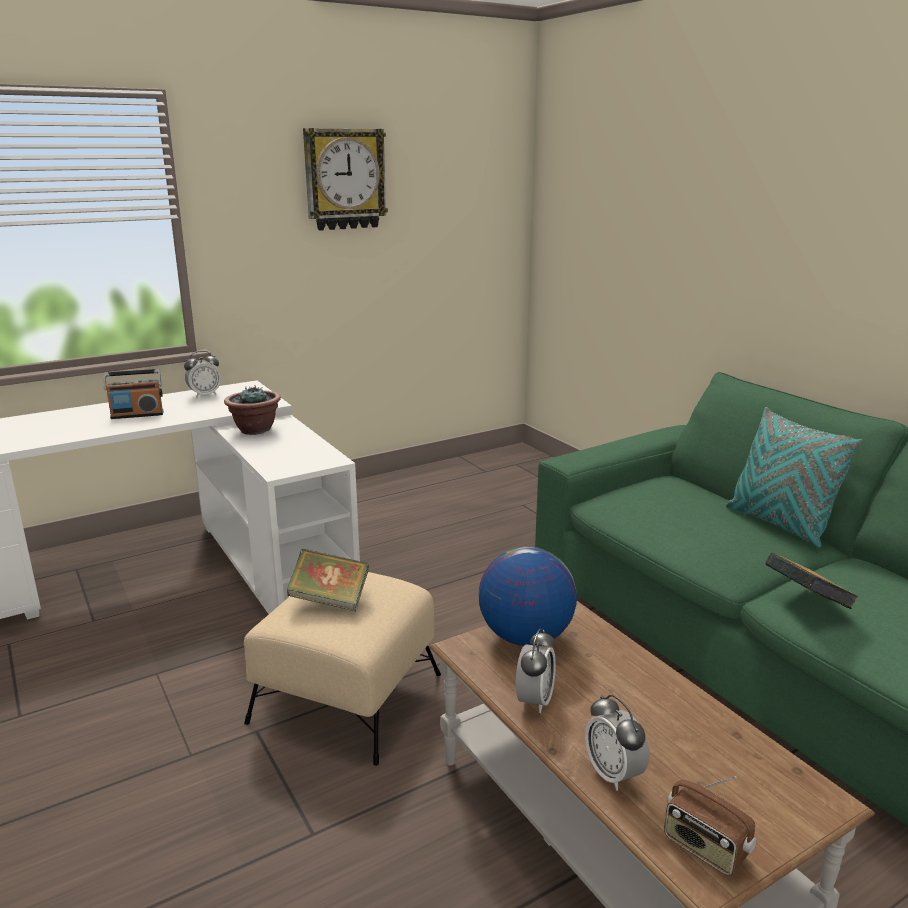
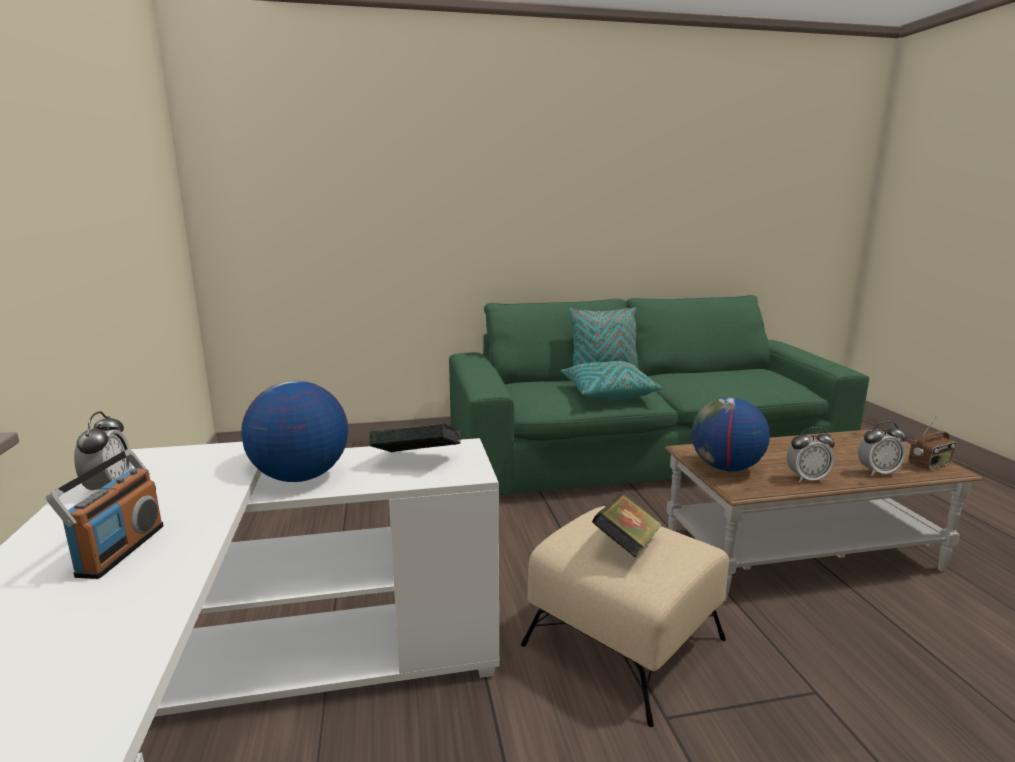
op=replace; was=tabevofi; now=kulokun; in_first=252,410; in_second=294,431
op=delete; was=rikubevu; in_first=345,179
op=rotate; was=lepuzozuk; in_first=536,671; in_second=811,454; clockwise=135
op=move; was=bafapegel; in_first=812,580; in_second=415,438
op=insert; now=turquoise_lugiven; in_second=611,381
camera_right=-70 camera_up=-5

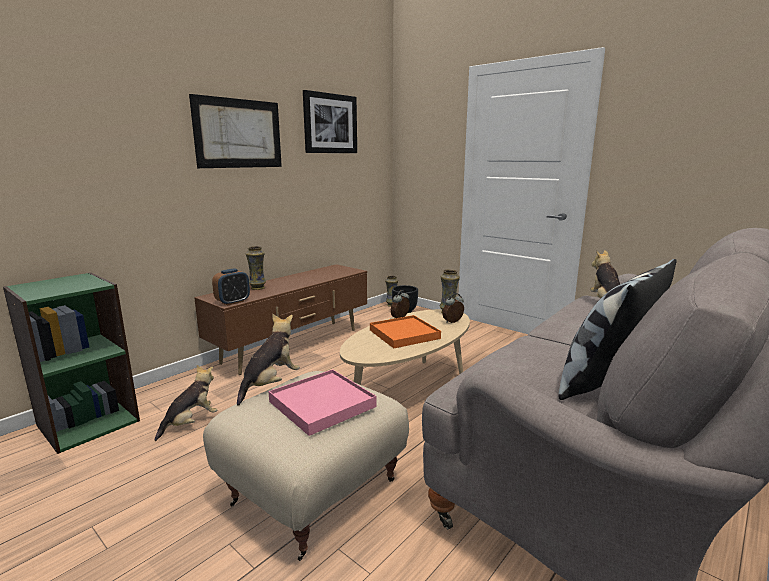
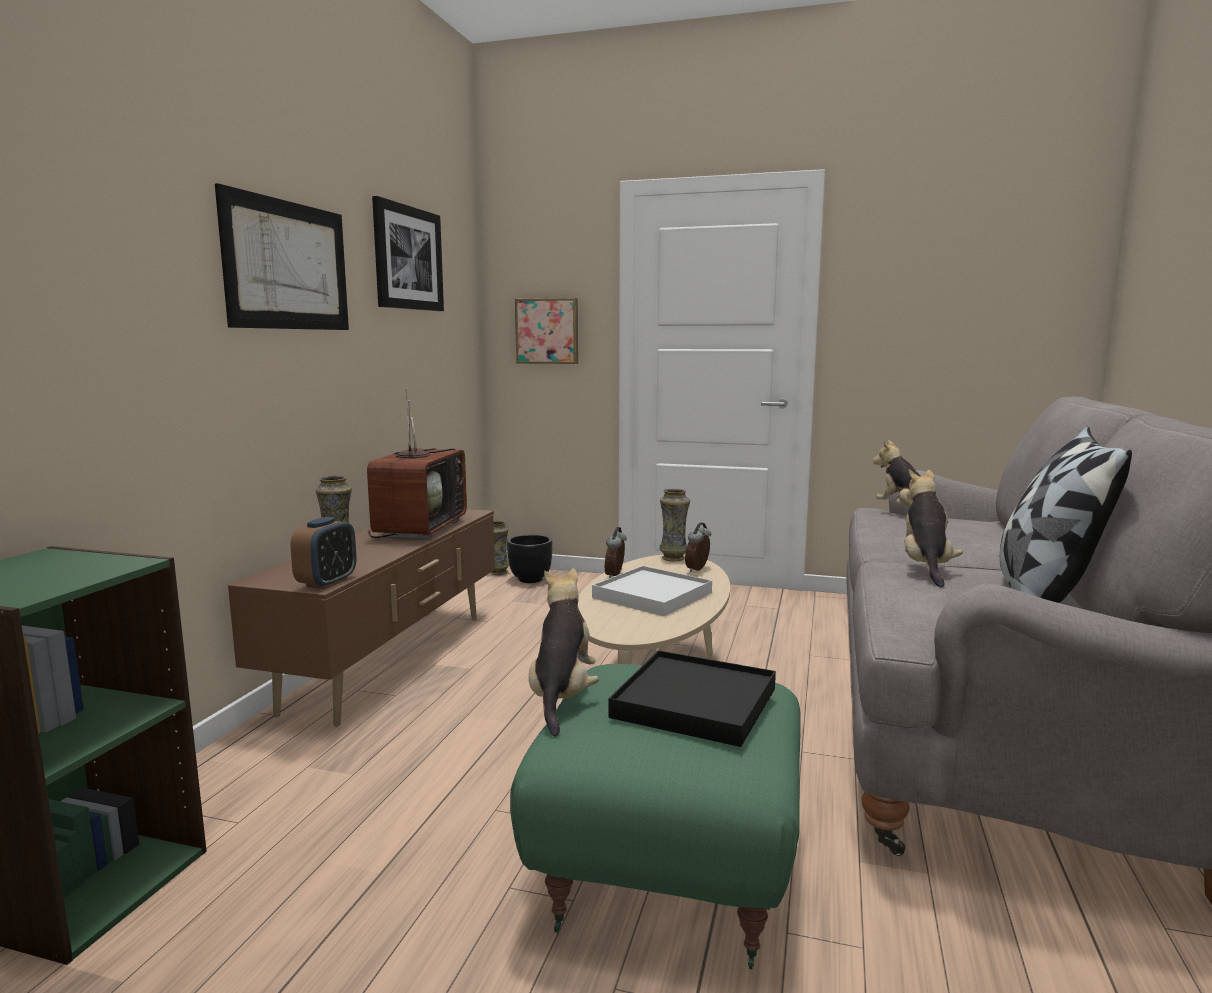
op=move; was=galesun; in_first=186,403; in_second=933,528
op=recolor; was=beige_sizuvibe; now=green_sizuvibe; in_first=306,466; in_second=655,816
op=recolor; was=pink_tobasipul; now=black_tobasipul; in_first=322,402; in_second=692,698
op=recolor; was=orange_tobasipul; now=white_tobasipul; in_first=405,331; in_second=652,591
op=insert; now=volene; in_second=417,463
op=insert; now=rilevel; in_second=546,331
camera_right=-25 camera_up=-5

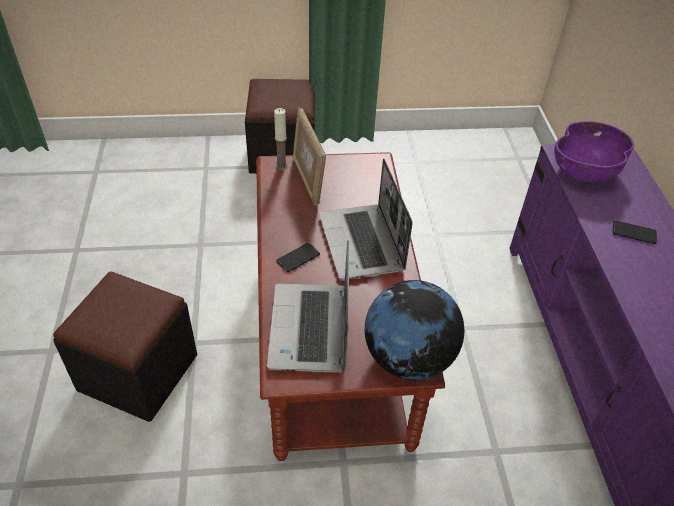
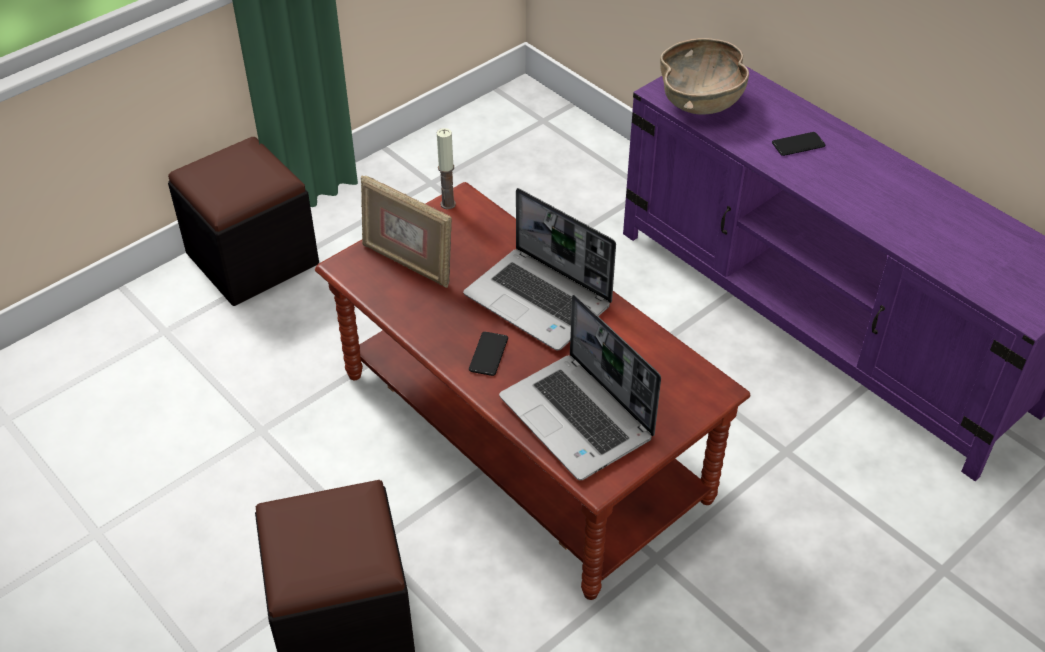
op=move; was=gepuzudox; in_first=280,139; in_second=446,168
op=delete; was=kulokun; in_first=414,330
op=recolor; was=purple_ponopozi; now=brown_ponopozi; in_first=594,151; in_second=704,76
camera_right=-35 camera_up=0

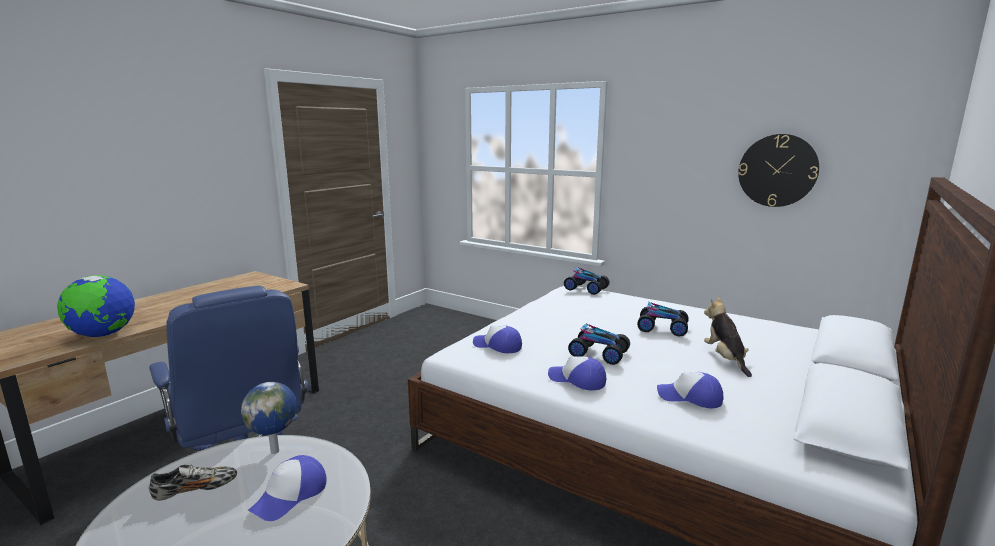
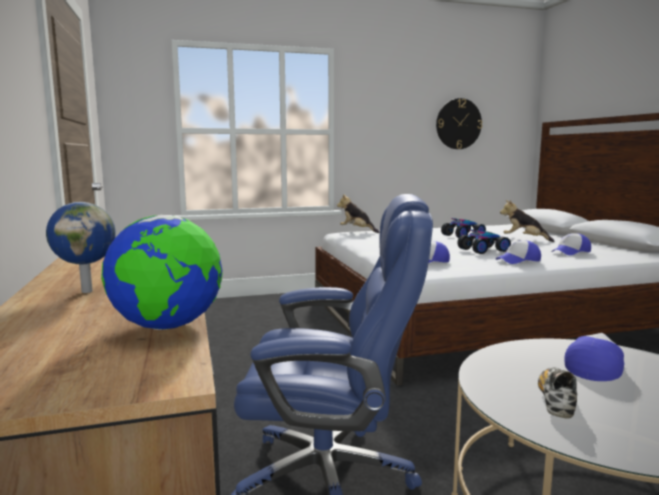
op=move; was=kulokun; in_first=269,418; in_second=81,247
op=rotate; was=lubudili; in_first=287,488; in_second=594,357; clockwise=-120
op=replace; was=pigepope; now=galesun; in_first=587,281; in_second=358,213
camera_right=-50 camera_up=-5

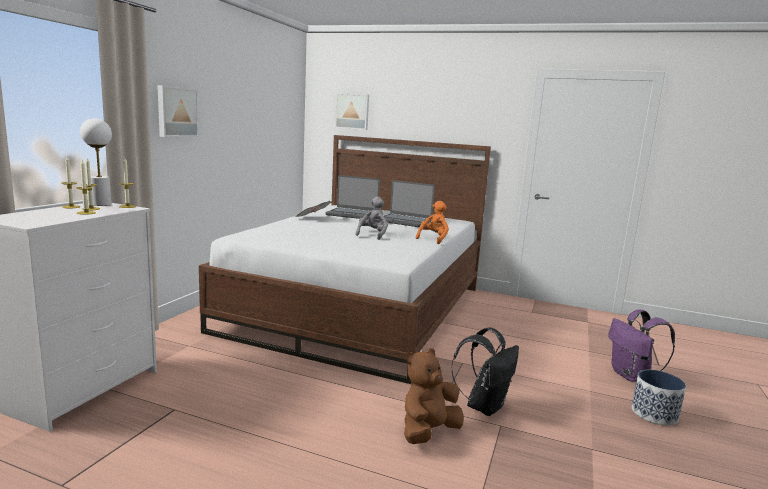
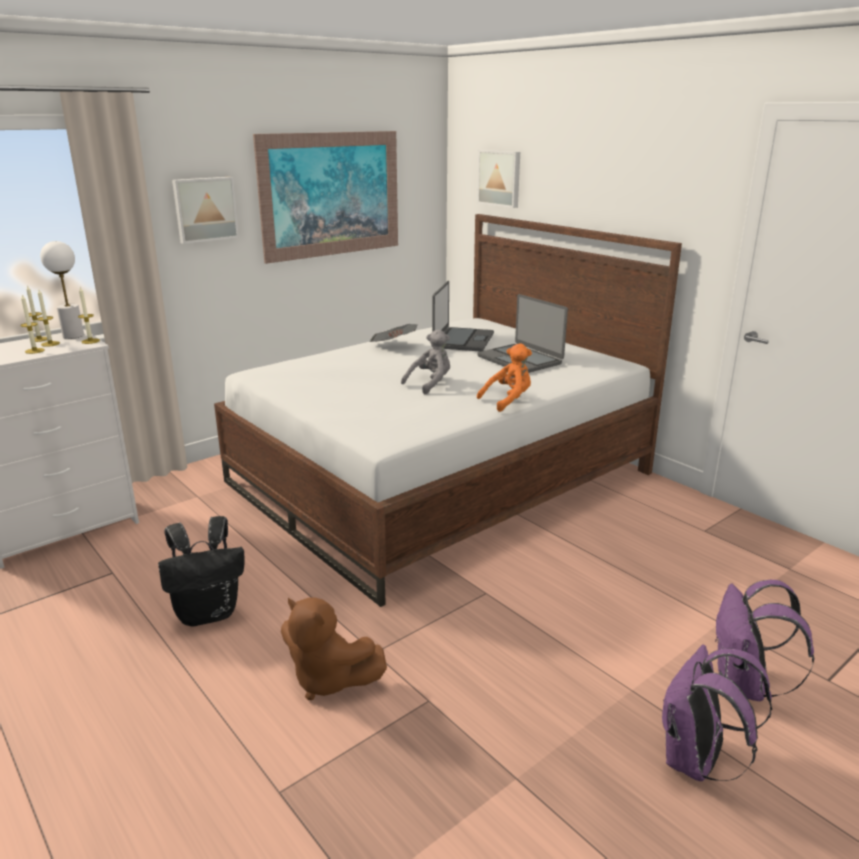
op=rotate; was=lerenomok; in_first=352,197; in_second=463,316; clockwise=-120
op=rotate; was=brown_galesun; in_first=434,396; in_second=334,648; clockwise=-135
op=move; was=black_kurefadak; in_first=485,371; in_second=201,571
op=replace; was=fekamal; now=purple_kurefadak; in_first=659,397; in_second=717,712
op=insert; now=rilevel; in_second=325,197
camera_right=30 camera_up=10

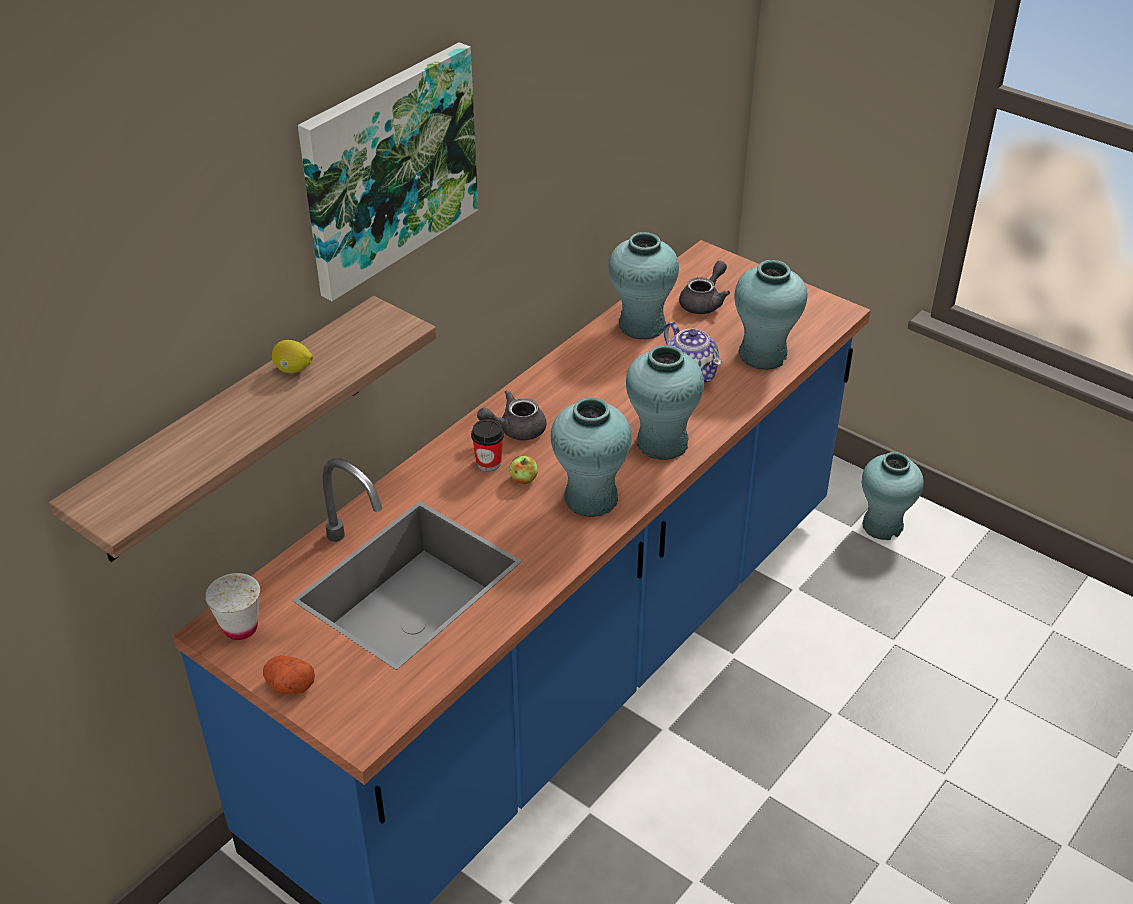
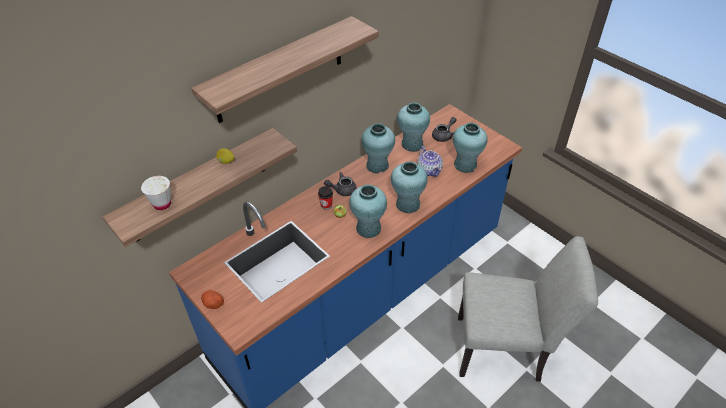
op=move; was=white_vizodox; in_first=232,606; in_second=156,193
op=replace; was=rilevel; now=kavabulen; in_first=388,171; in_second=285,69
op=move; was=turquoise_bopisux; in_first=893,496; in_second=378,148
op=insert; now=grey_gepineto; in_second=528,309
camera_right=10 camera_up=5

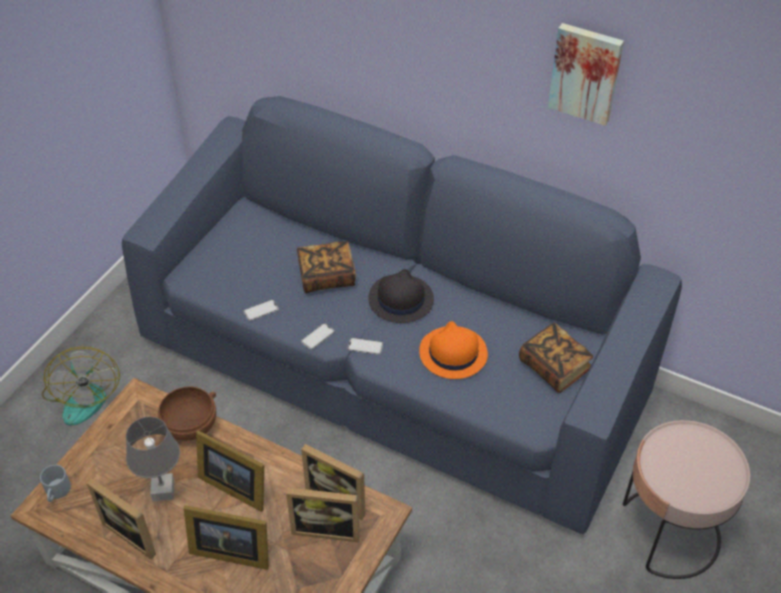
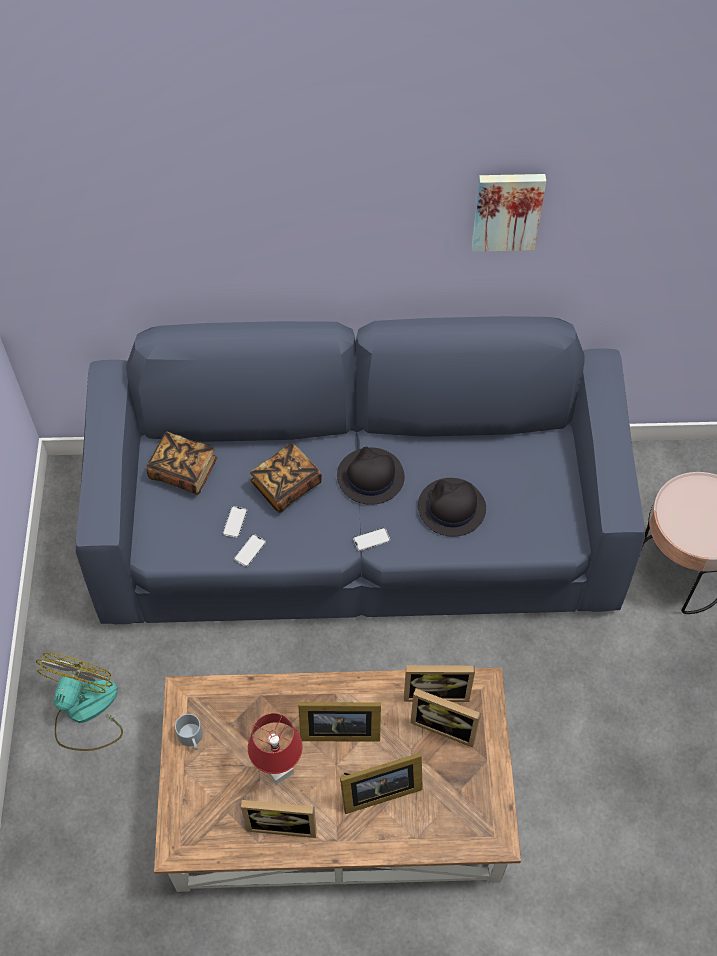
op=move; was=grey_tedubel; in_first=55,483; in_second=189,732
op=rotate; was=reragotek; in_first=81,386; in_second=79,702; clockwise=-120
op=recolor; was=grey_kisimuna; now=red_kisimuna; in_first=153,459; in_second=275,749
op=delete; was=brown_ponopozi; in_first=187,413
op=rotate; was=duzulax; in_first=323,514; in_second=446,718; clockwise=45
op=move; was=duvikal; in_first=318,336; in_second=235,522
op=recolor; was=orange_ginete; now=black_ginete; in_first=453,350; in_second=452,507
op=move; was=bafapegel; in_first=556,358; in_second=182,463
camera_right=-30 camera_up=10

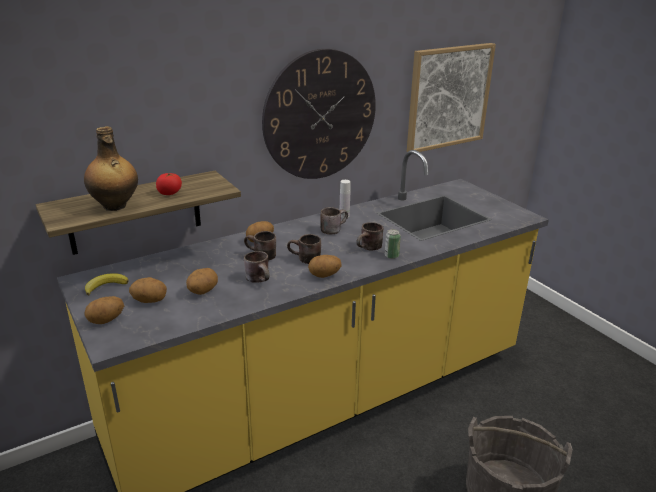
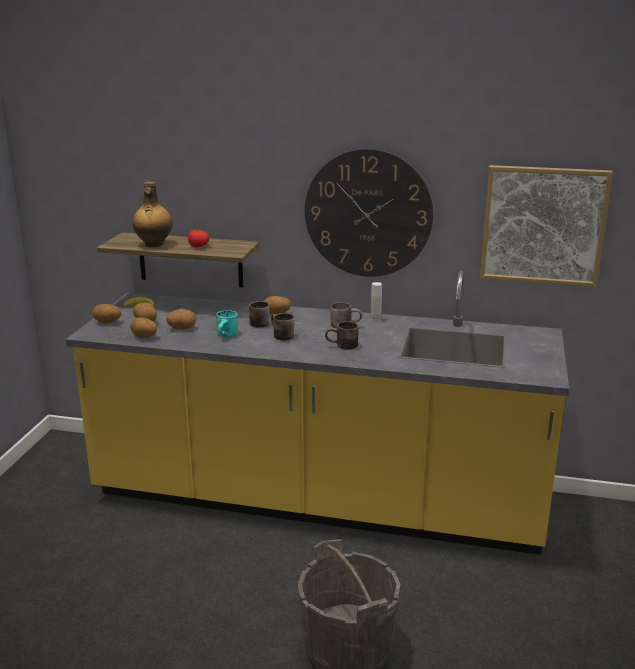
op=recolor; was=brown_tedubel; now=turquoise_tedubel; in_first=256,267; in_second=227,323
op=move; was=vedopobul; in_first=325,266; in_second=143,327
op=delete; was=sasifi; in_first=393,244
camera_right=45 camera_up=-5

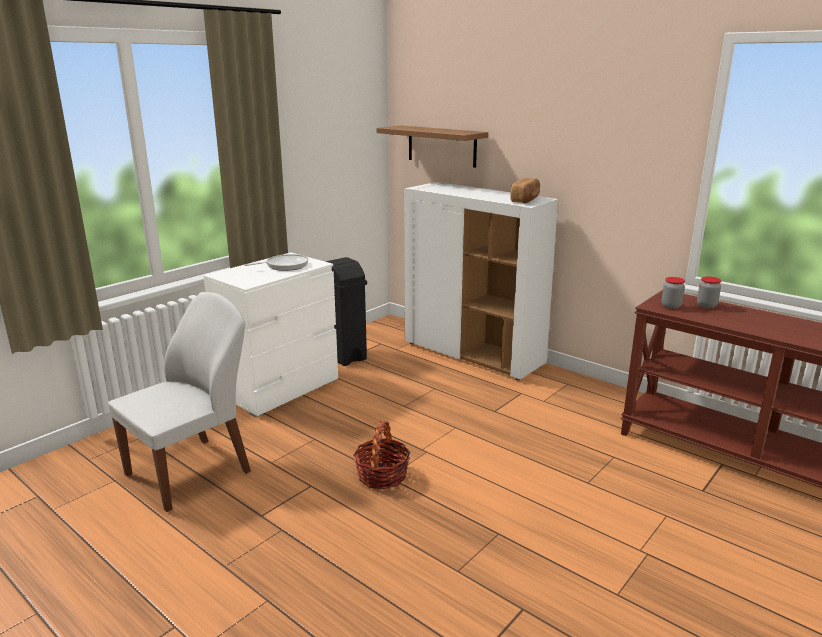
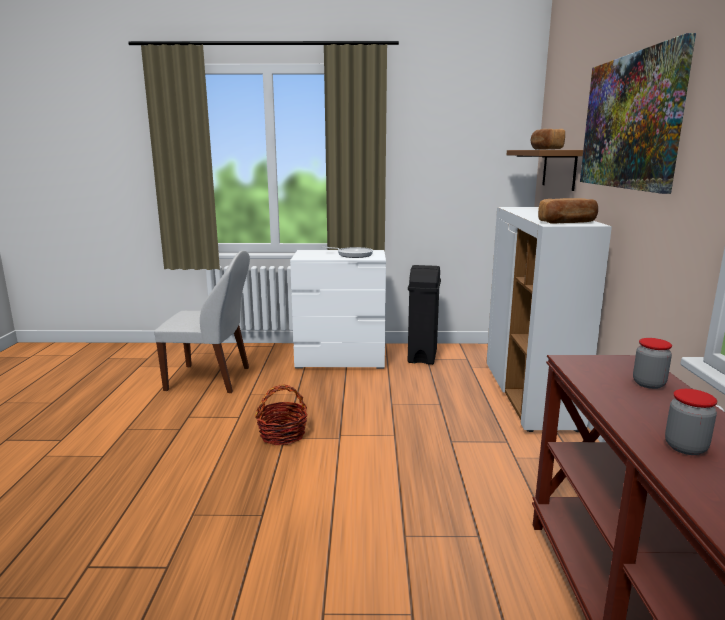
op=move; was=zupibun; in_first=673,293; in_second=691,422
op=insert; now=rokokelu; in_second=548,139
op=insert; now=rilevel; in_second=638,113
camera_right=50 camera_up=-5

